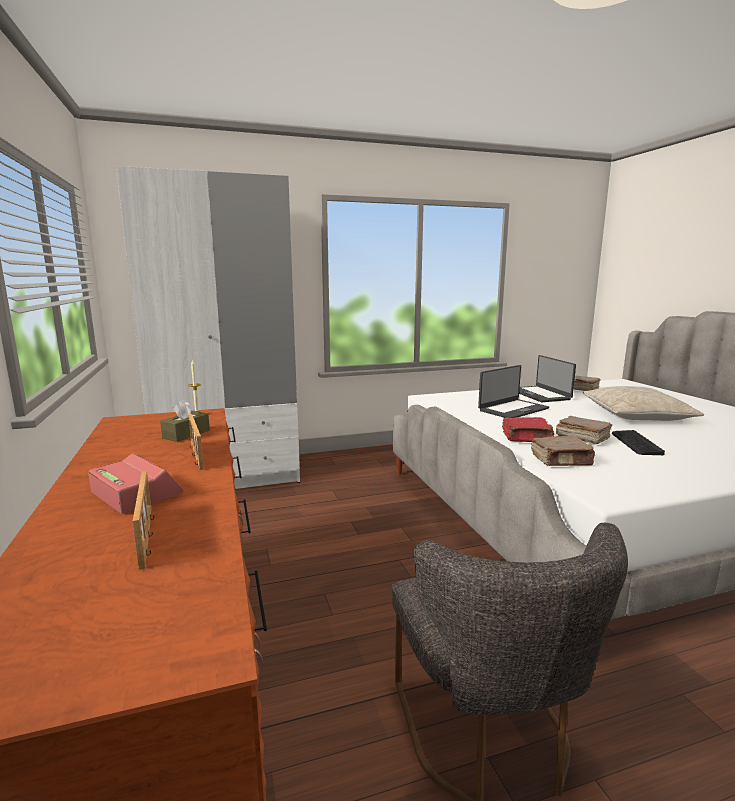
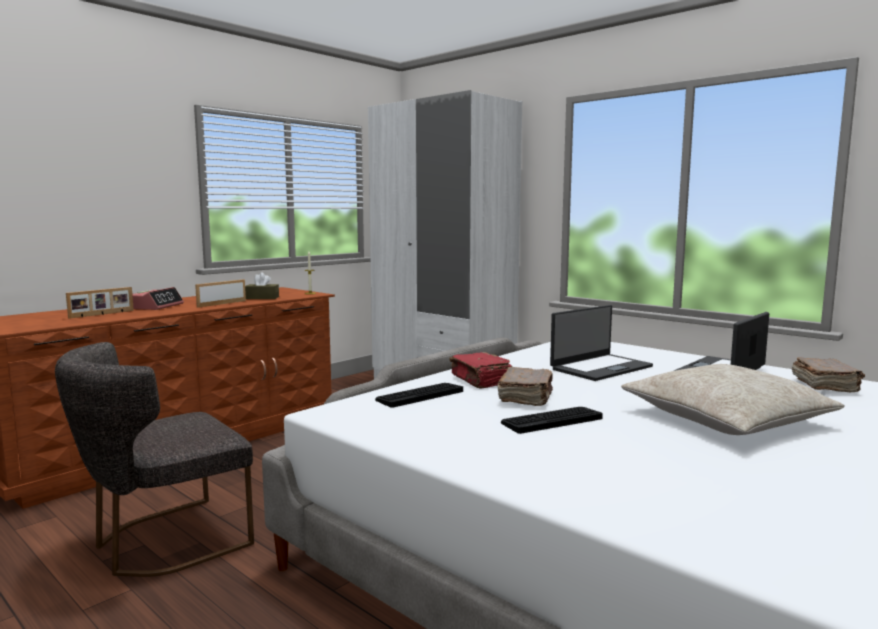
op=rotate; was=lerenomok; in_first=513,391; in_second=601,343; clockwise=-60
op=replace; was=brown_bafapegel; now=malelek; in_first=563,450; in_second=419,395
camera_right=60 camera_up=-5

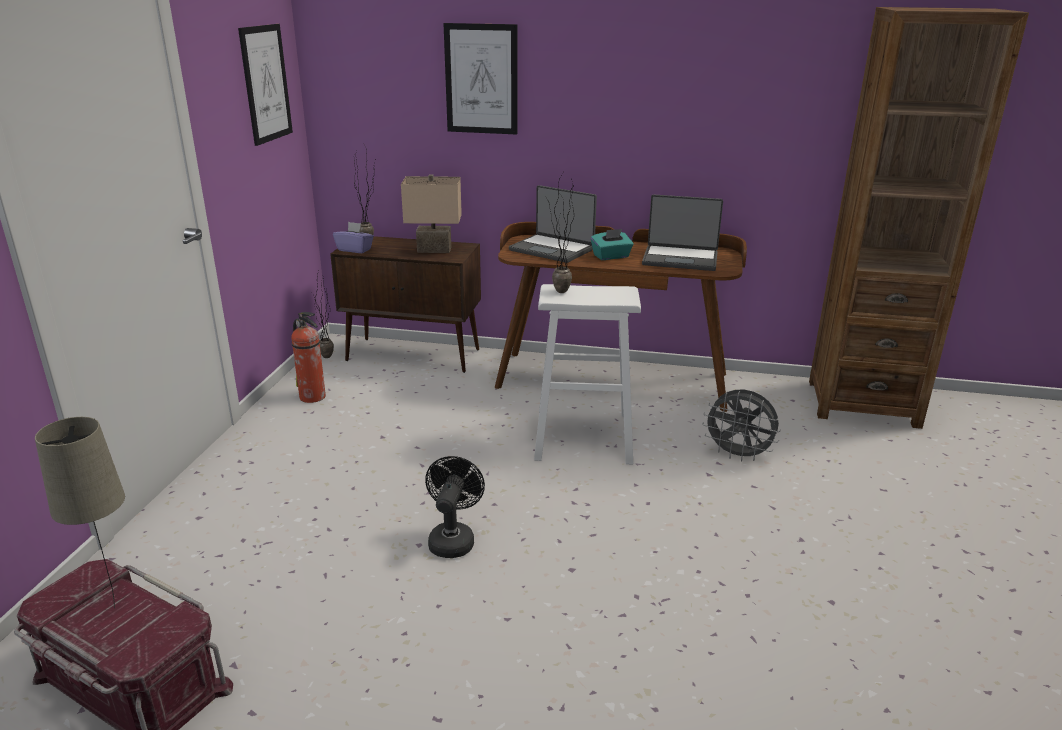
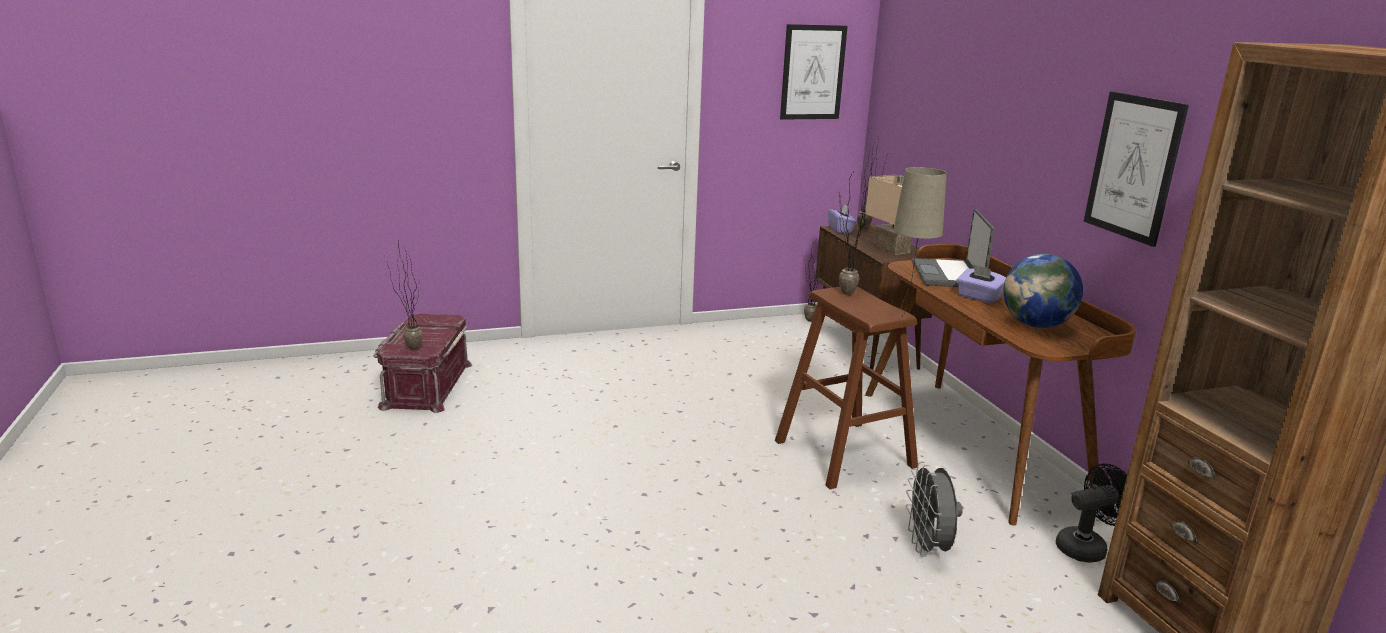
op=move; was=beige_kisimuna; in_first=80,512; in_second=920,241
op=delete; was=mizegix; in_first=308,357
op=move; was=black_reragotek; in_first=455,507; in_second=1091,513
op=move; was=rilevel; in_first=480,79; in_second=1136,169
op=recolor; was=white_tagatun; now=brown_tagatun; in_first=587,374; in_second=846,388
op=recolor; was=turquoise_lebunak; now=purple_lebunak; in_first=612,244; in_second=981,284
op=replace; was=lerenomok; now=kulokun; in_first=682,232; in_second=1043,291
op=insert; now=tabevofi; in_second=405,295
camera_right=60 camera_up=-5

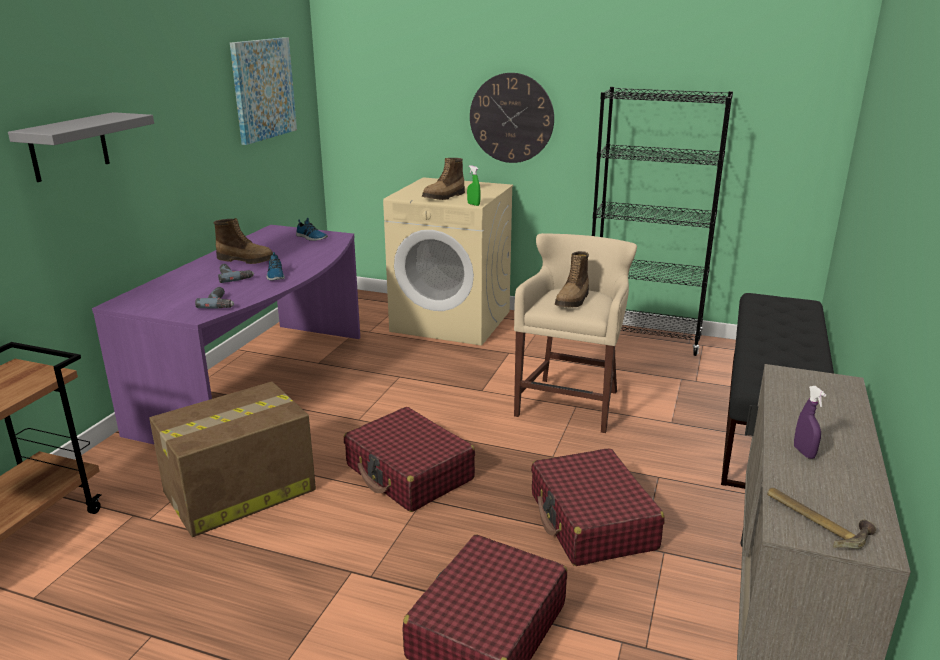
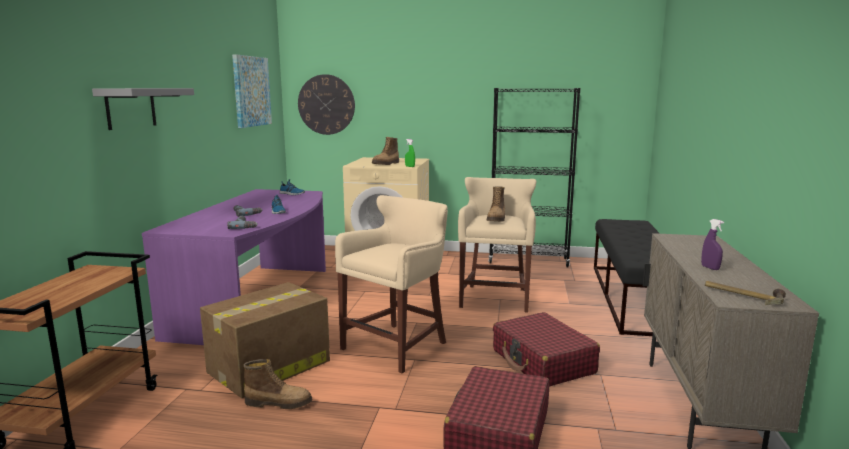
op=move; was=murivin; in_first=243,241; in_second=277,384
op=replace; was=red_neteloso; now=beige_tagatun; in_first=409,459; in_second=391,284
op=move; was=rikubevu; in_first=512,118; in_second=326,104
camera_right=-10 camera_up=-10

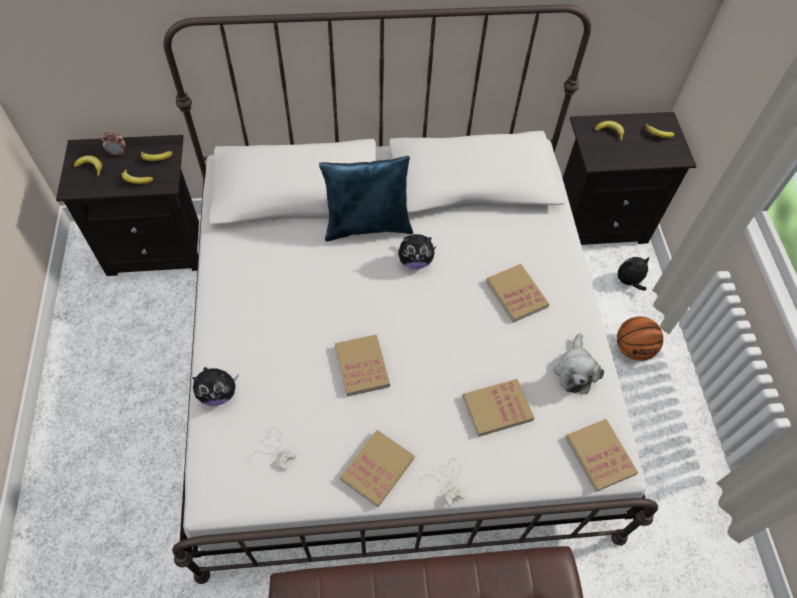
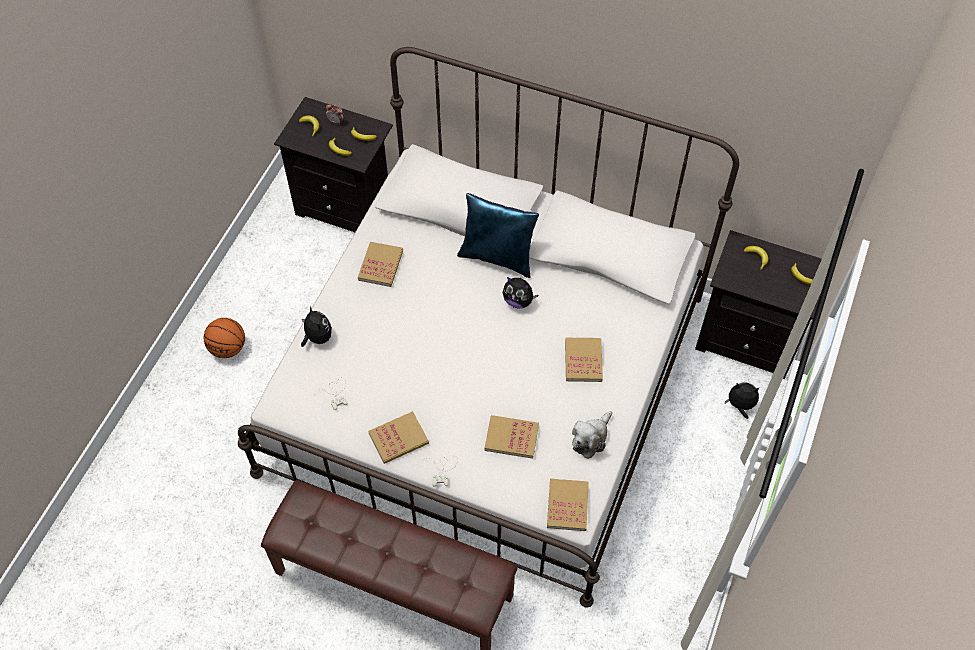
op=rotate; was=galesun; in_first=215,386; in_second=316,327; clockwise=-135
op=move; was=bafapegel; in_first=362,366; in_second=380,264
op=move; was=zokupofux; in_first=640,338; in_second=224,338
camera_right=30 camera_up=0

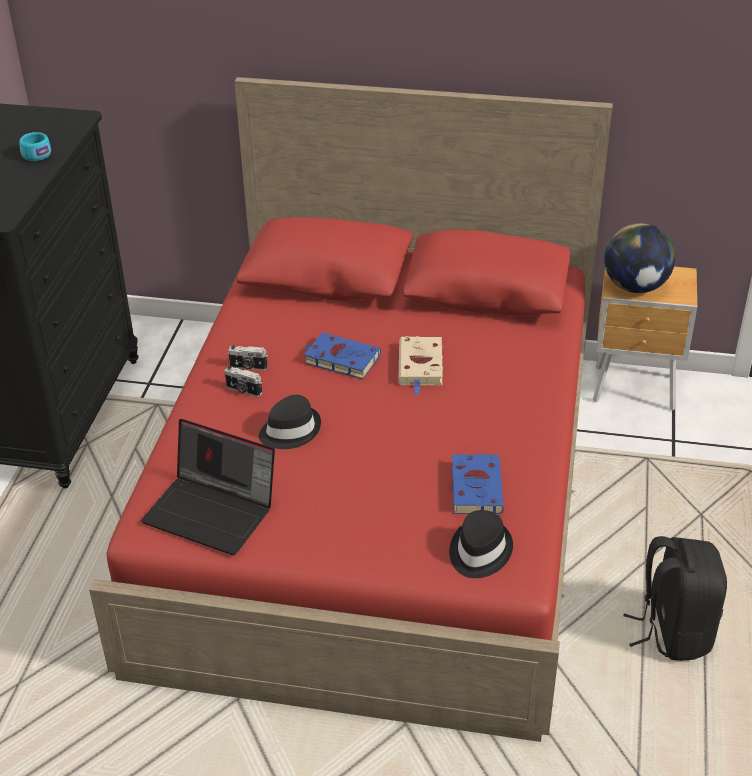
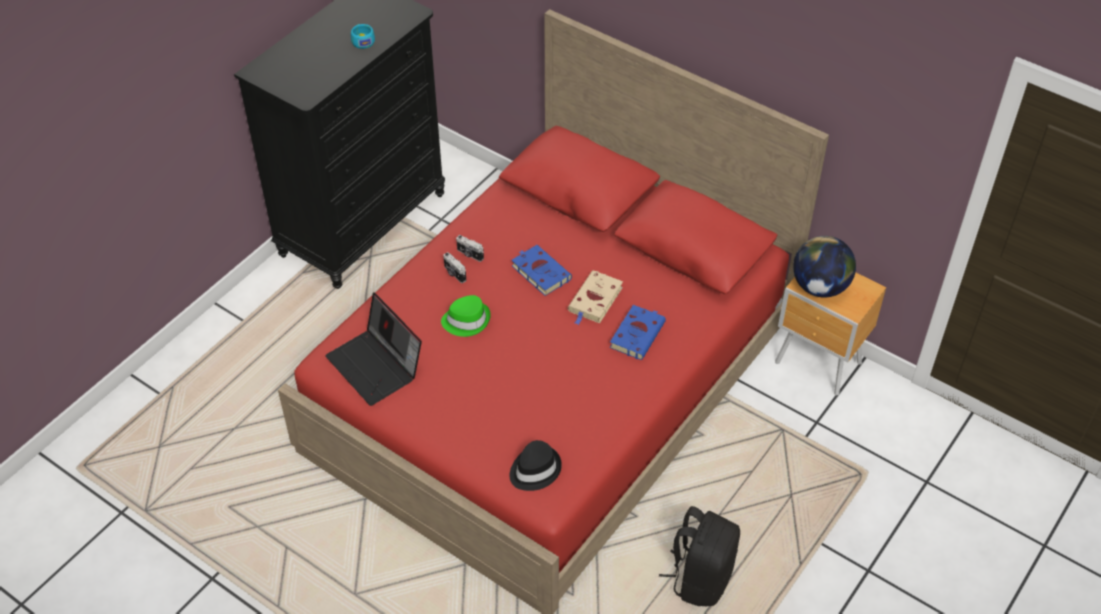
op=recolor; was=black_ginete; now=green_ginete; in_first=290,422; in_second=466,316
op=move; was=blue_bafapegel; in_first=478,484; in_second=638,332
camera_right=25 camera_up=10

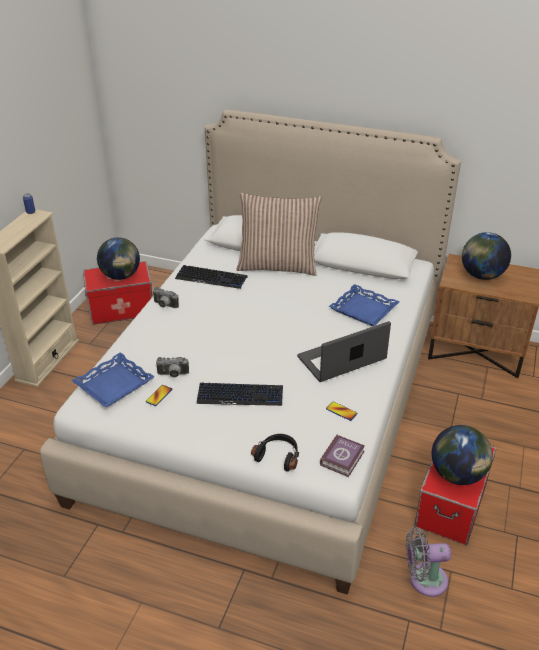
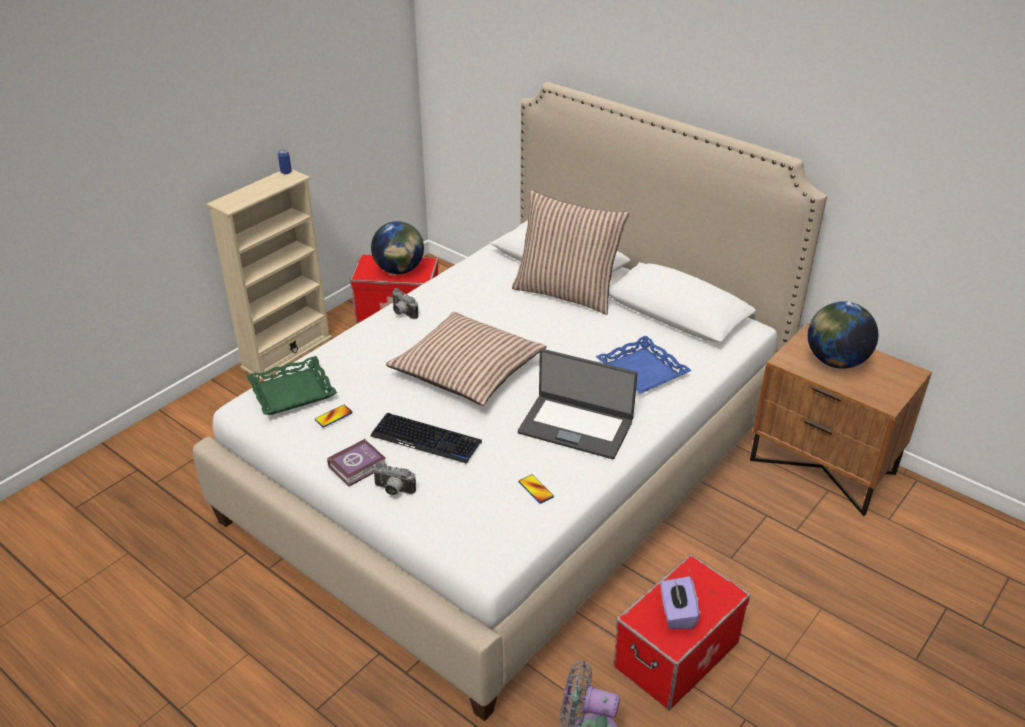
op=recolor; was=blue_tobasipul; now=green_tobasipul; in_first=113,379; in_second=291,385
op=move; was=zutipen; in_first=172,367; in_second=394,479
op=delete; was=malelek; in_first=211,277
op=delete; was=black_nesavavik; in_first=275,453
op=rotate; was=lerenomok; in_first=344,351; in_second=578,404; clockwise=-150
op=move; was=bafapegel; in_first=342,455; in_second=356,463
op=replace; was=kulokun; now=purple_lebunak; in_first=462,455; in_second=680,602
op=insert; now=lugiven; in_second=466,359
camera_right=20 camera_up=0

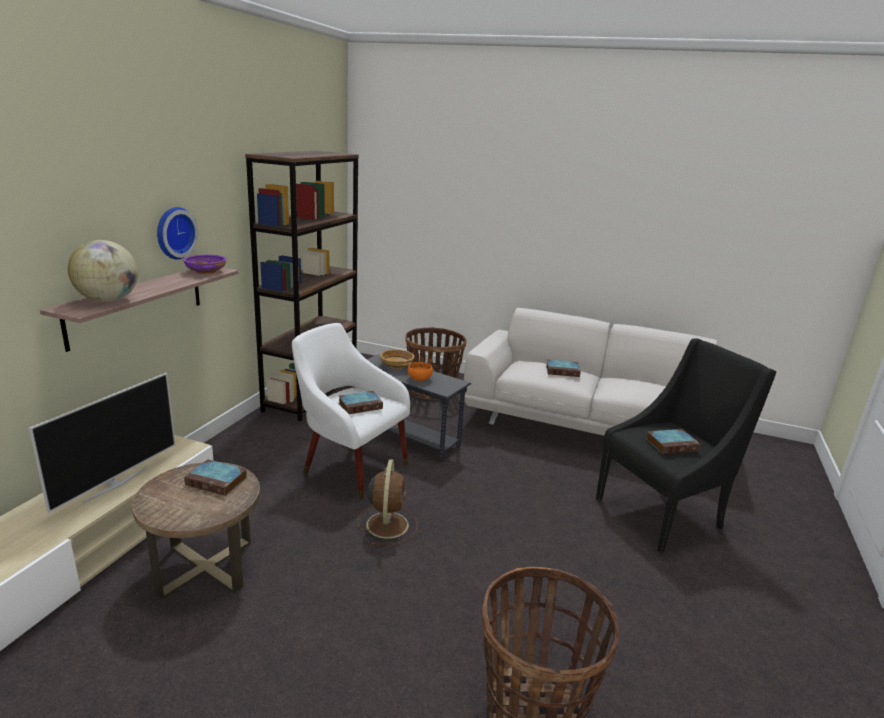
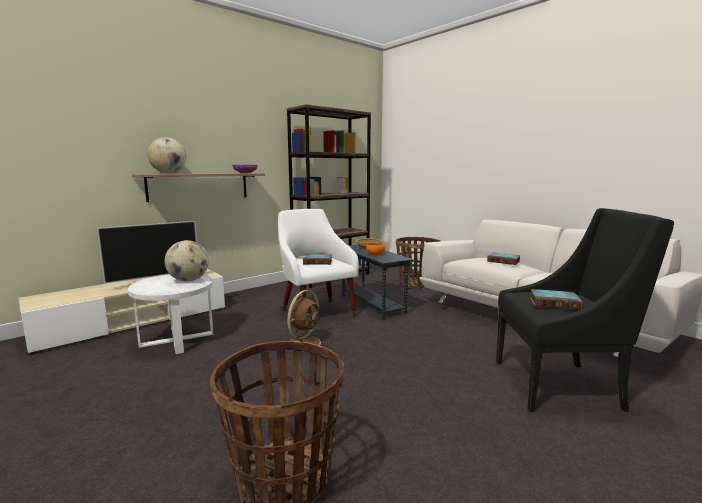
op=recolor; was=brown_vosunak; now=white_vosunak; in_first=196,530; in_second=170,314
op=delete; was=rikubevu; in_first=177,233
op=replace; was=bafapegel; now=kulokun; in_first=215,477; in_second=187,260
camera_right=30 camera_up=-10

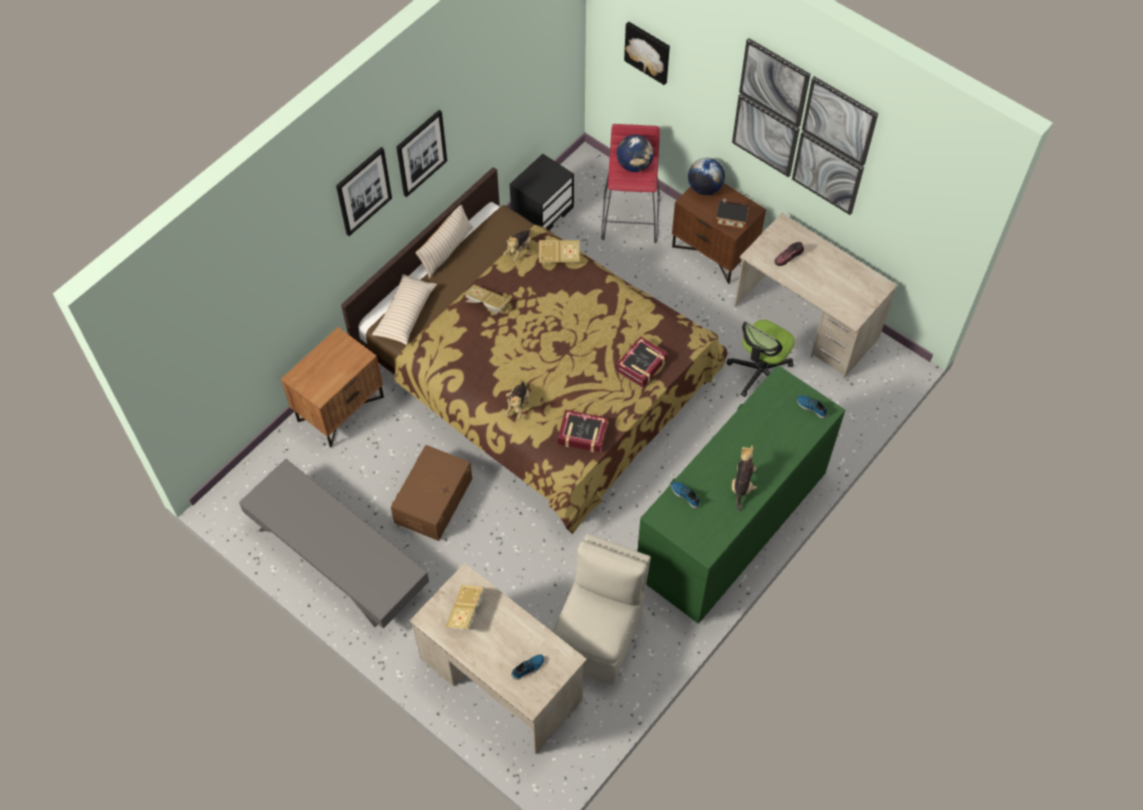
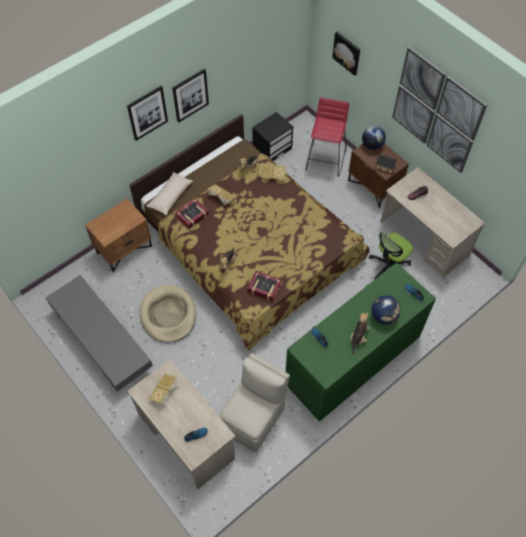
op=replace; was=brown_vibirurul; now=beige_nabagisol; in_first=431,493; in_second=168,313
op=delete; was=beige_lugiven; in_first=444,242
op=move; was=bafapegel; in_first=642,362; in_second=192,213
op=move; was=kulokun; in_first=635,153; in_second=385,310
camera_right=10 camera_up=0

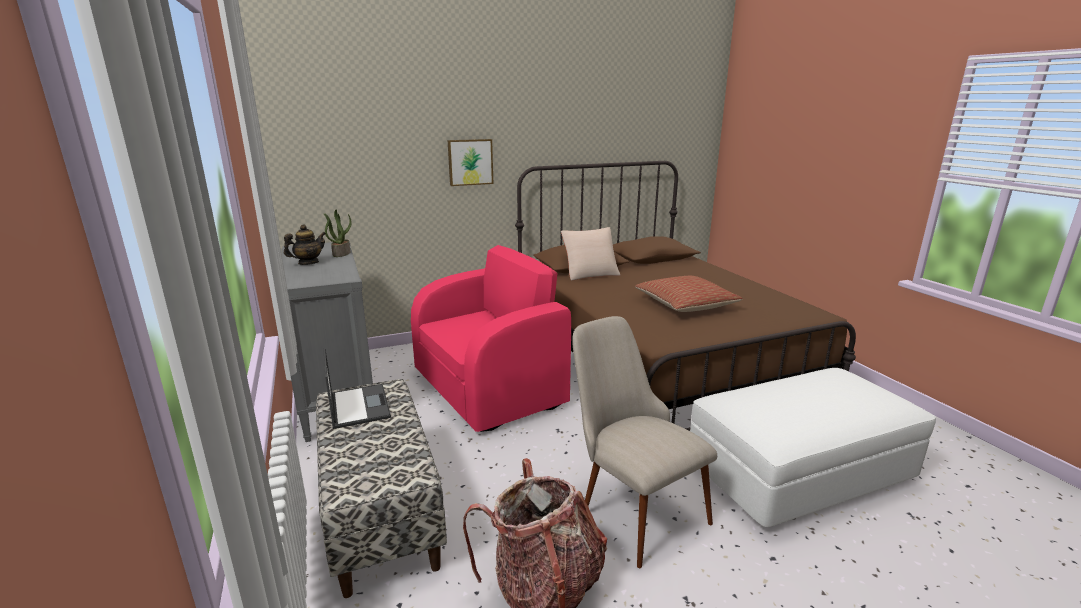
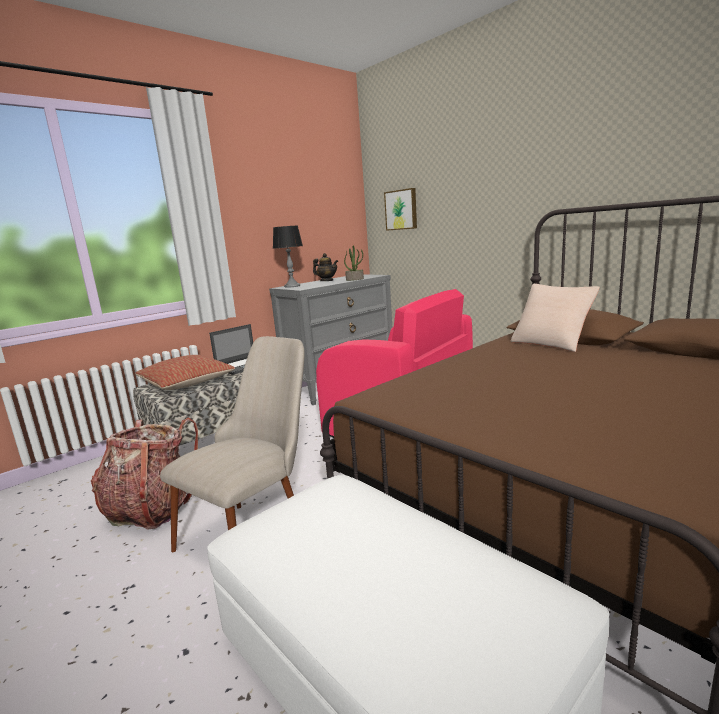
op=move; was=rilevel; in_first=470,162; in_second=400,209
op=move; was=lugiven; in_first=689,294; in_second=185,372
op=insert; now=kisimuna; in_second=288,257
camera_right=70 camera_up=-5

